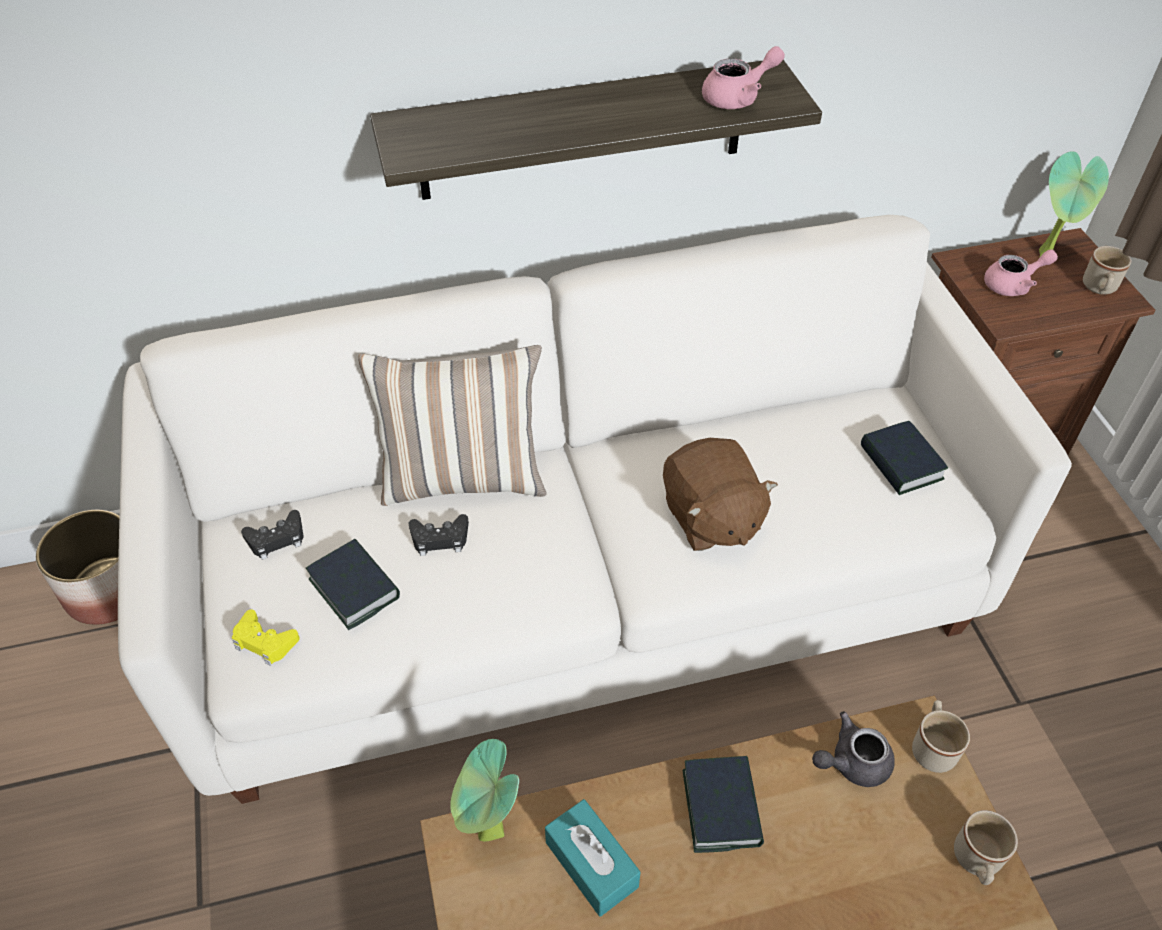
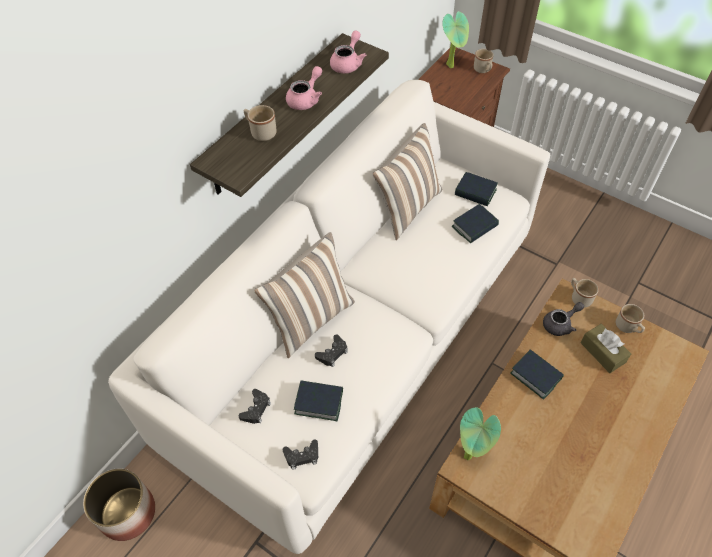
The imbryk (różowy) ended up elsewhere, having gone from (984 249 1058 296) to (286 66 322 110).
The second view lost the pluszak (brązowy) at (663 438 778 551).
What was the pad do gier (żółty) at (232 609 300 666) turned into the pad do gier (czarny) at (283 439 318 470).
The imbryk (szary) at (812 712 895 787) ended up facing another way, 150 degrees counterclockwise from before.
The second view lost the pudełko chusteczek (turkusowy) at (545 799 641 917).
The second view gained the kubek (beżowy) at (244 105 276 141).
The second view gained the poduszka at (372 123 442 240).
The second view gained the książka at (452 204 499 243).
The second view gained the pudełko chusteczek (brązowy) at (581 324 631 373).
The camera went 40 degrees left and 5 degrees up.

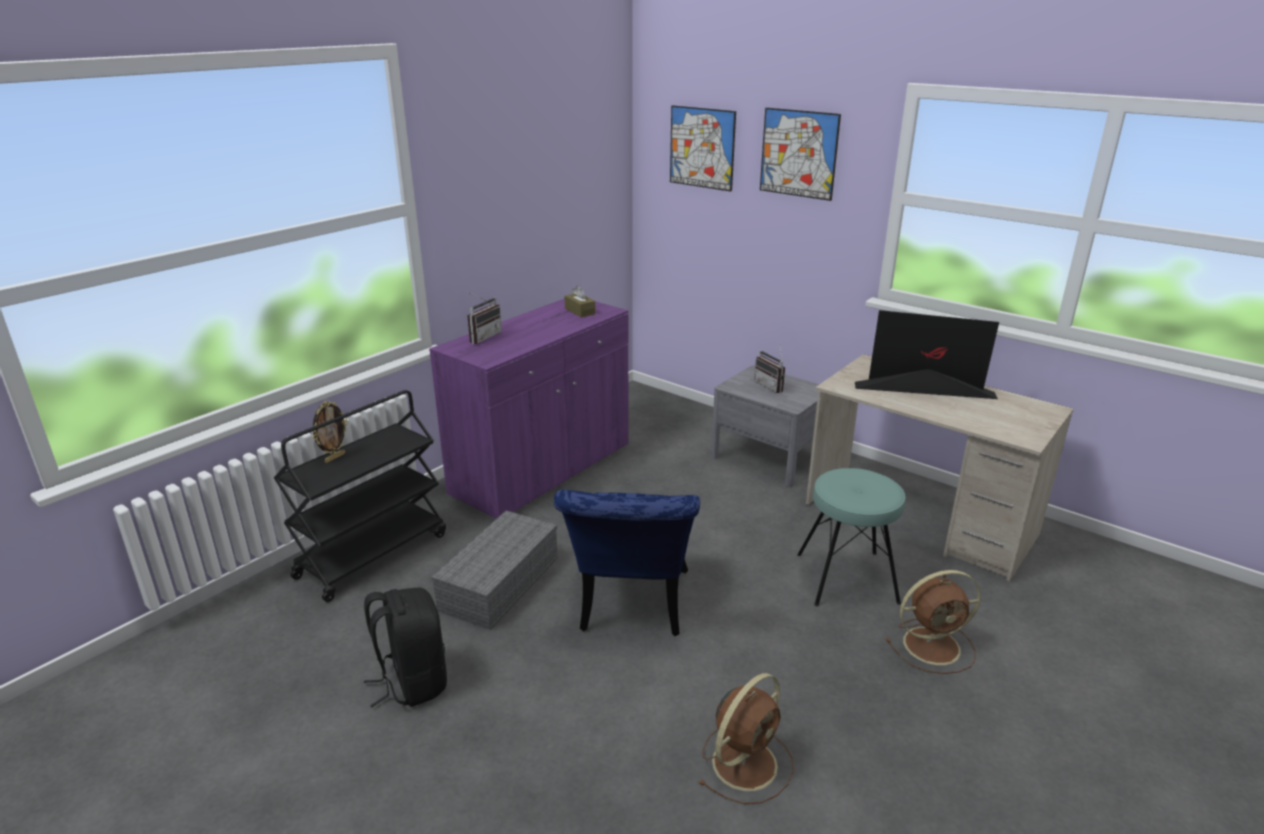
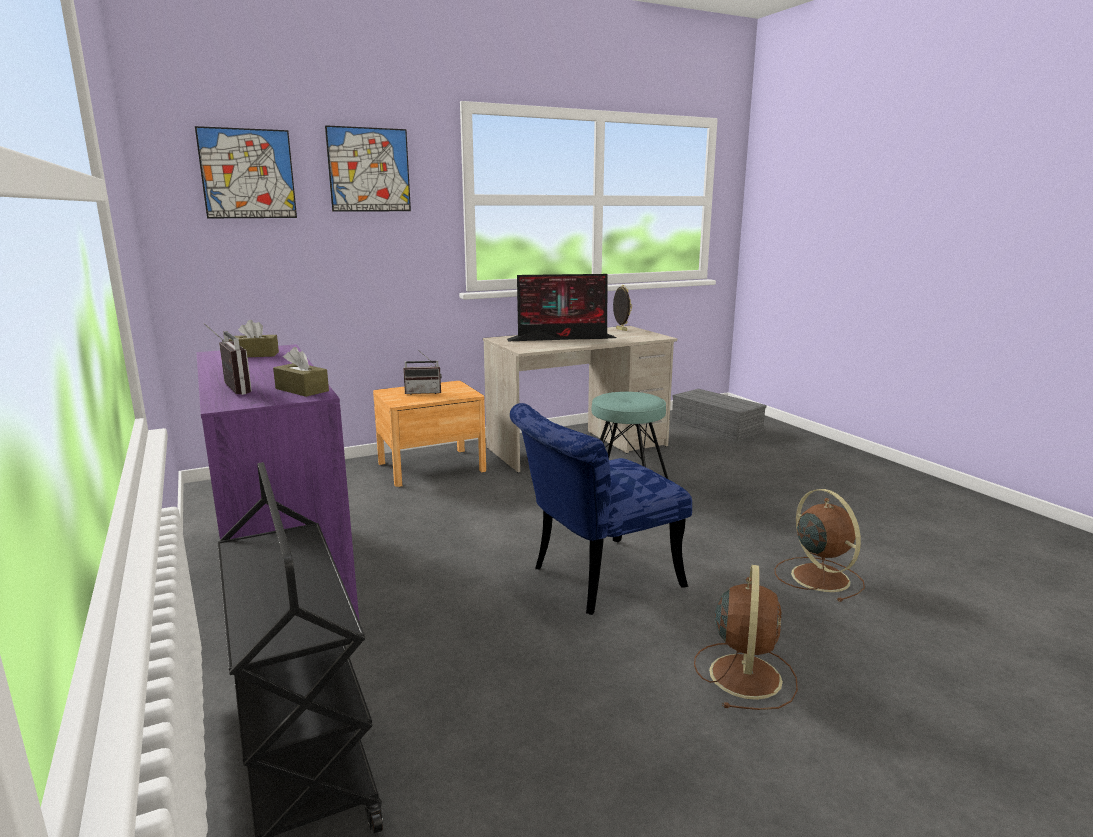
The monitor at (855 310 999 399) ended up facing another way, 135 degrees counterclockwise from before.
What was the szafka nocna (szary) at (711 366 819 487) turned into the szafka nocna (brązowy) at (373 381 486 487).
The ramka na zdjęcie ended up elsewhere, having gone from (313 401 348 463) to (613 285 632 331).
The krzesło (niebieski) at (554 489 700 636) ended up facing another way, 120 degrees clockwise from before.
The pojemnik do przechowywania (szary) ended up elsewhere, having gone from (432 511 558 630) to (672 389 767 441).
The wentylator (brązowy) ended up elsewhere, having gone from (886 570 981 674) to (694 565 798 710).
The second view lost the plecak (czarny) at (364 588 447 707).
The second view gained the pudełko chusteczek (brązowy) at (273 347 329 397).
The camera went 65 degrees left and 10 degrees down.

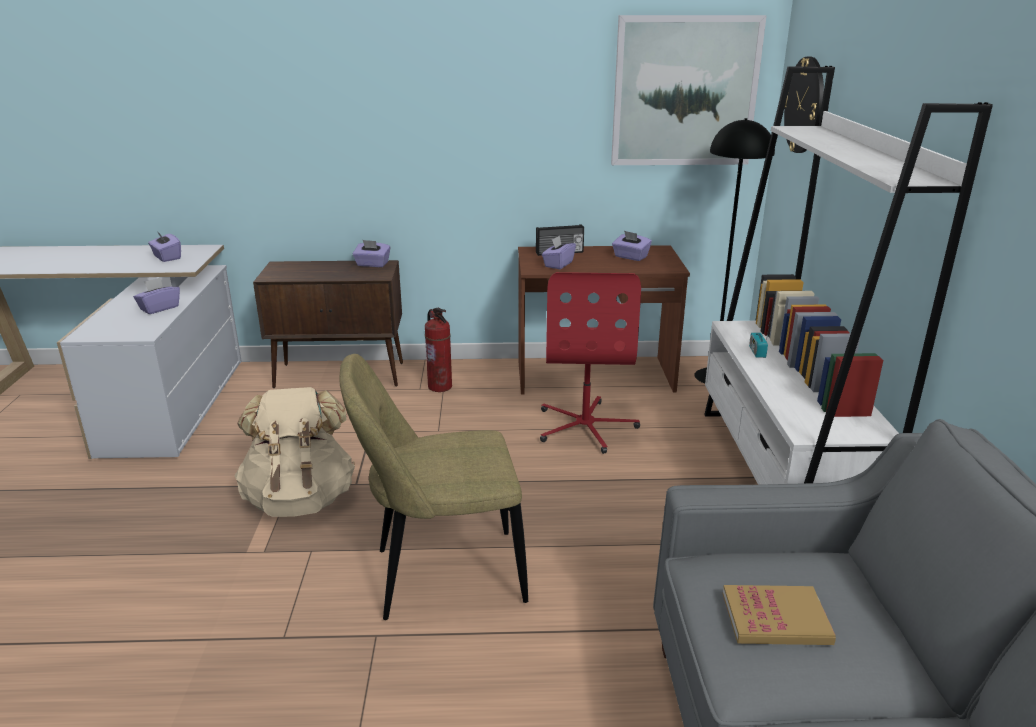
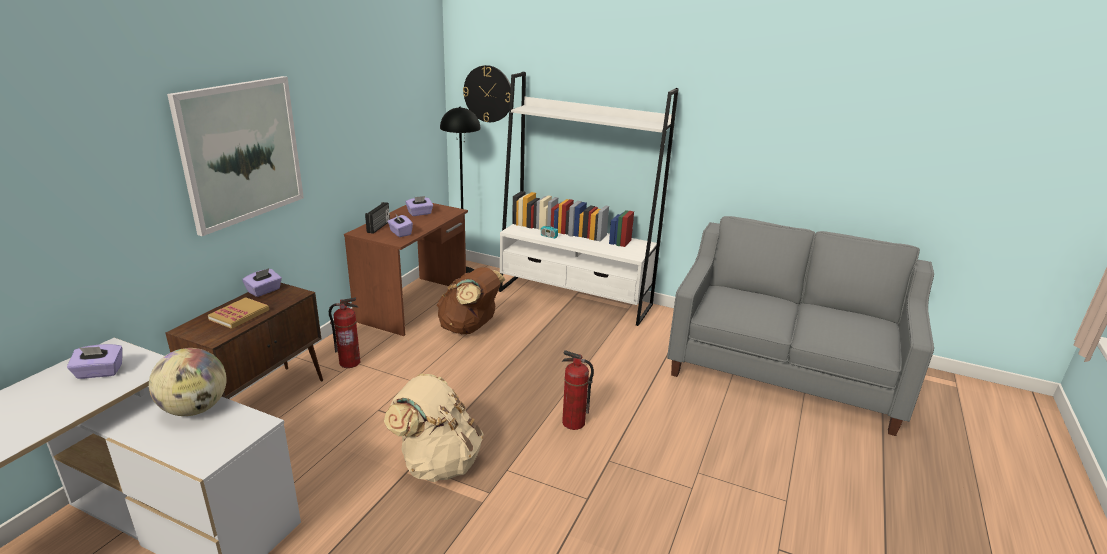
The obraz ended up elsewhere, having gone from (611 15 767 165) to (167 76 304 236).
Where the krzesło biurowe (czerwony) stood at (540 272 641 454), the plecak (brązowy) came to stand at (437 267 505 334).
Where the pudełko chusteczek (fioletowy) stood at (133 277 180 314), the globus came to stand at (149 348 226 416).
Where the krzesło (beżowy) stood at (340 354 528 620), the gaśnica came to stand at (562 350 594 430).
The książka ended up elsewhere, having gone from (723 585 836 645) to (208 297 269 329).
The camera went 65 degrees left and 0 degrees up.

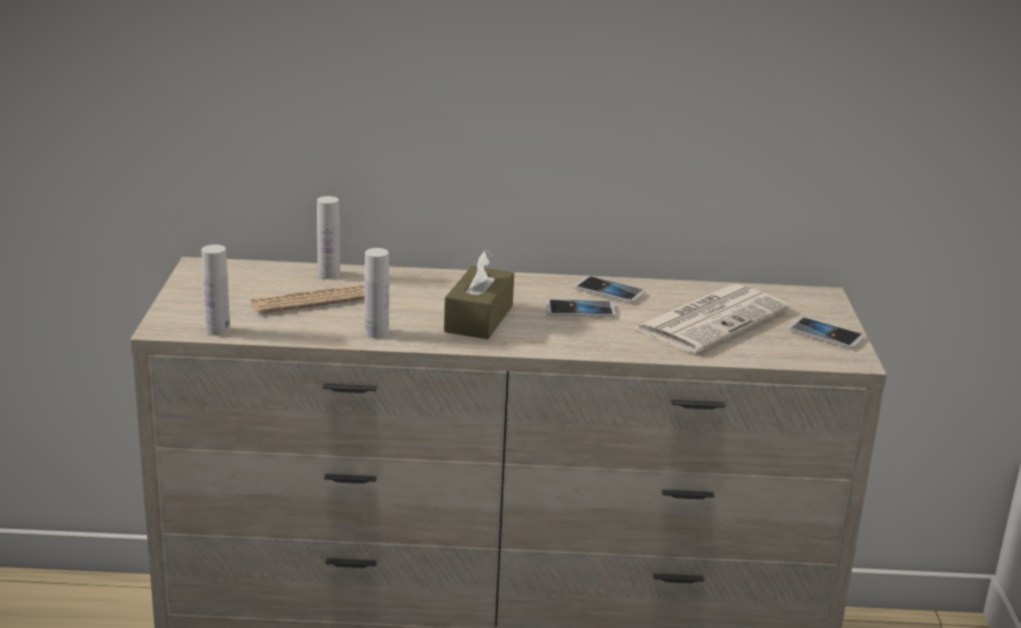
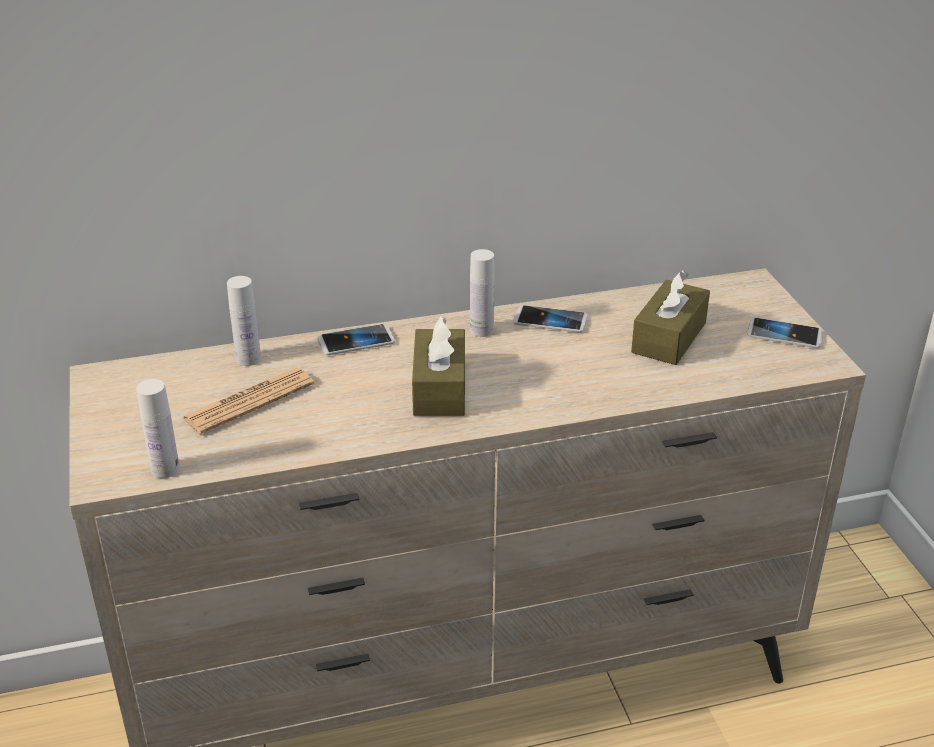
The butelka (biały) ended up elsewhere, having gone from (364 248 389 338) to (470 249 495 337).
Where the gazeta stood at (633 284 790 353), the pudełko chusteczek (brązowy) came to stand at (631 270 710 365).
The telefon ended up elsewhere, having gone from (546 299 616 317) to (318 324 395 355).
The camera went 15 degrees left and 10 degrees up.

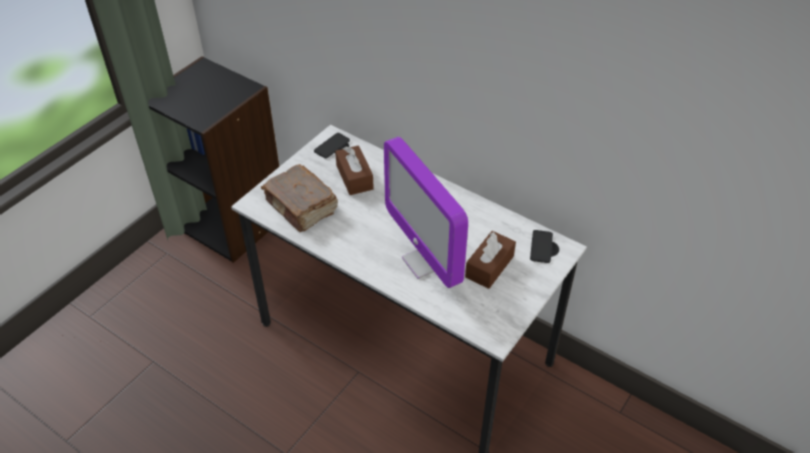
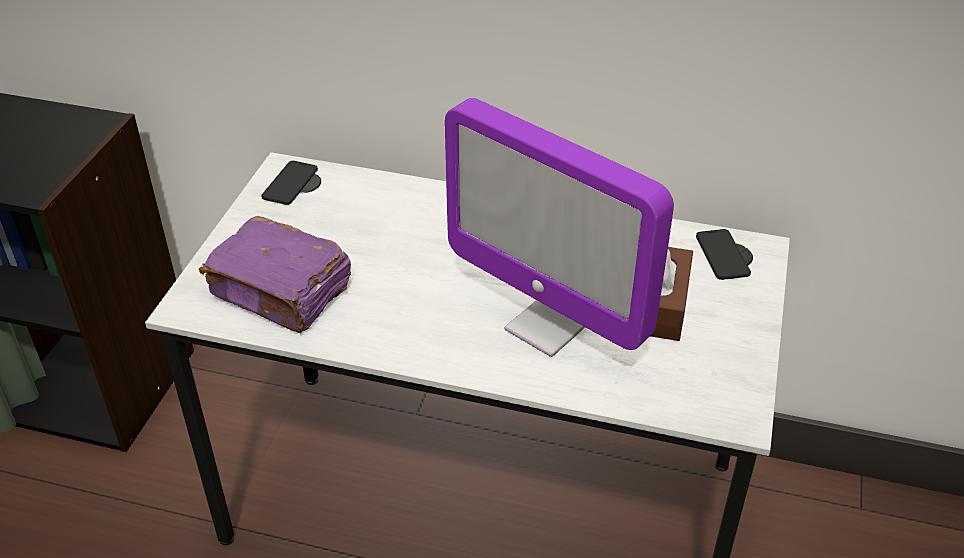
The second view lost the pudełko chusteczek (brązowy) at (335 145 374 195).
What was the książka (brązowy) at (261 164 338 232) turned into the książka (fioletowy) at (199 216 351 333).
The camera went 20 degrees left and 5 degrees down.

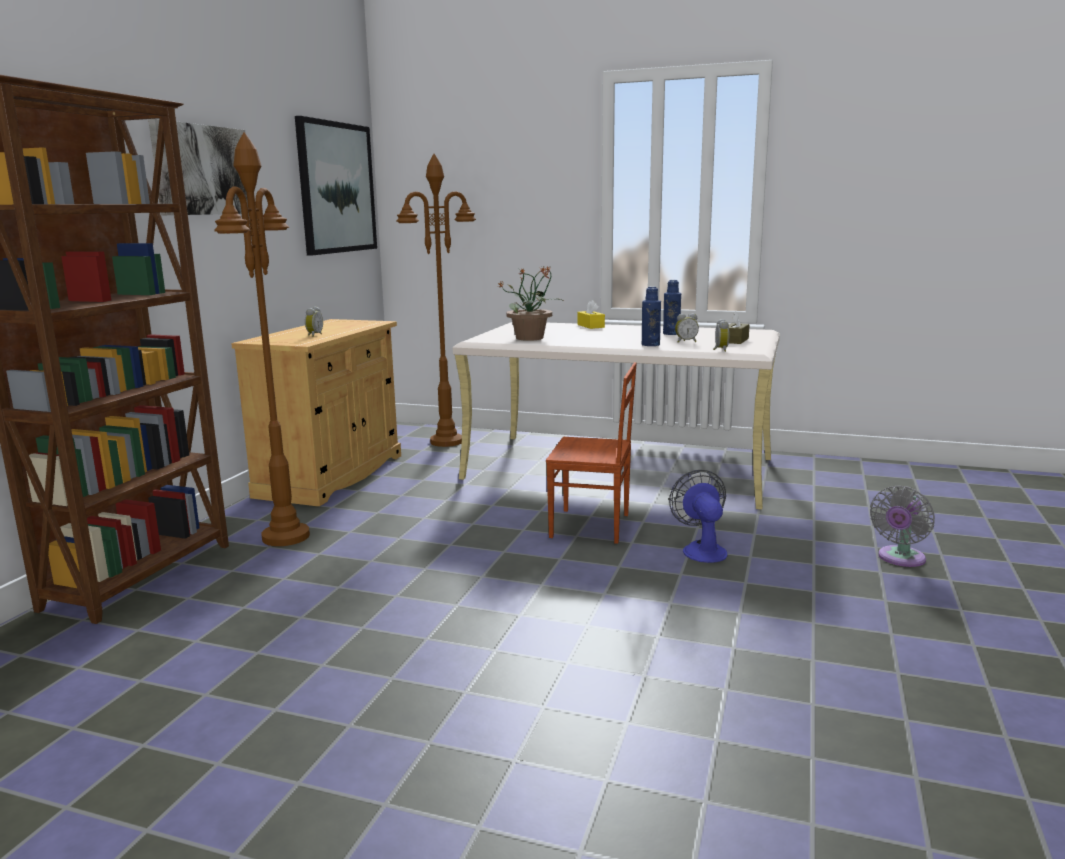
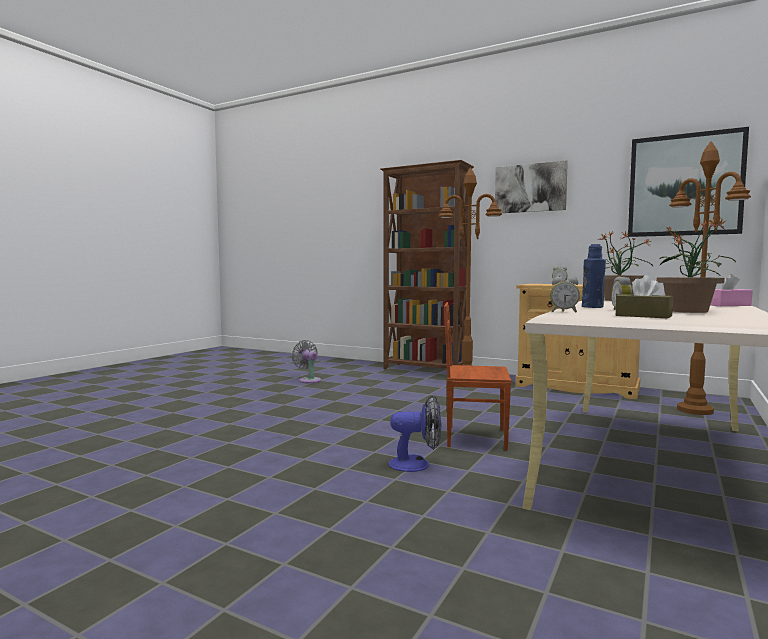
Where the butelka (niebieski) stood at (663 280 681 335), the roślina doniczkowa came to stand at (657 219 736 313).
What was the pudełko chusteczek (żółty) at (577 300 605 329) turned into the pudełko chusteczek (różowy) at (710 274 753 306).
The krzesło (brązowy) at (546 362 637 544) ended up facing another way, 75 degrees clockwise from before.
The wentylator (szary) ended up elsewhere, having gone from (870 486 935 567) to (292 340 321 383).
The camera went 100 degrees right and 10 degrees down.

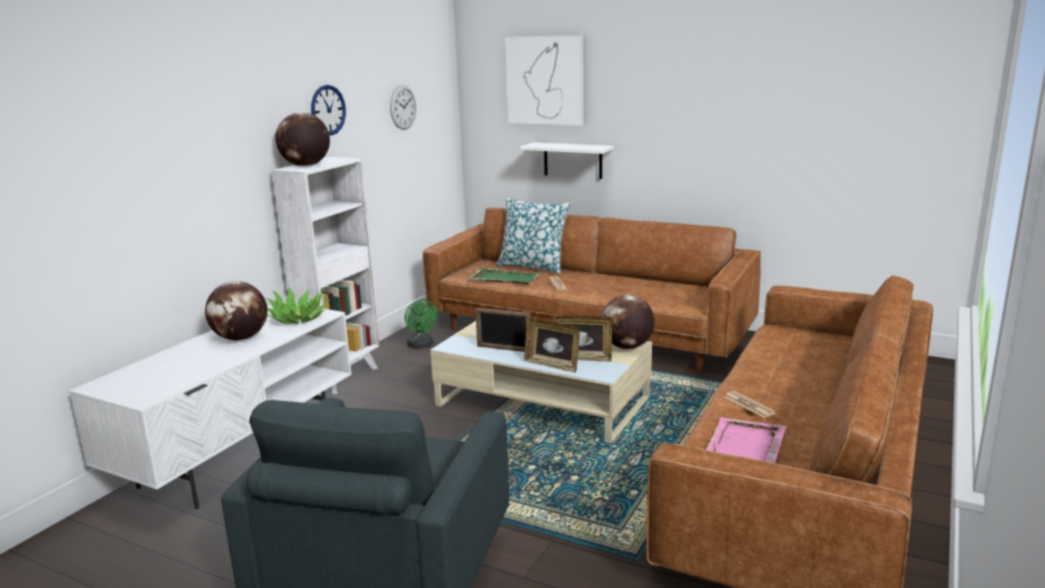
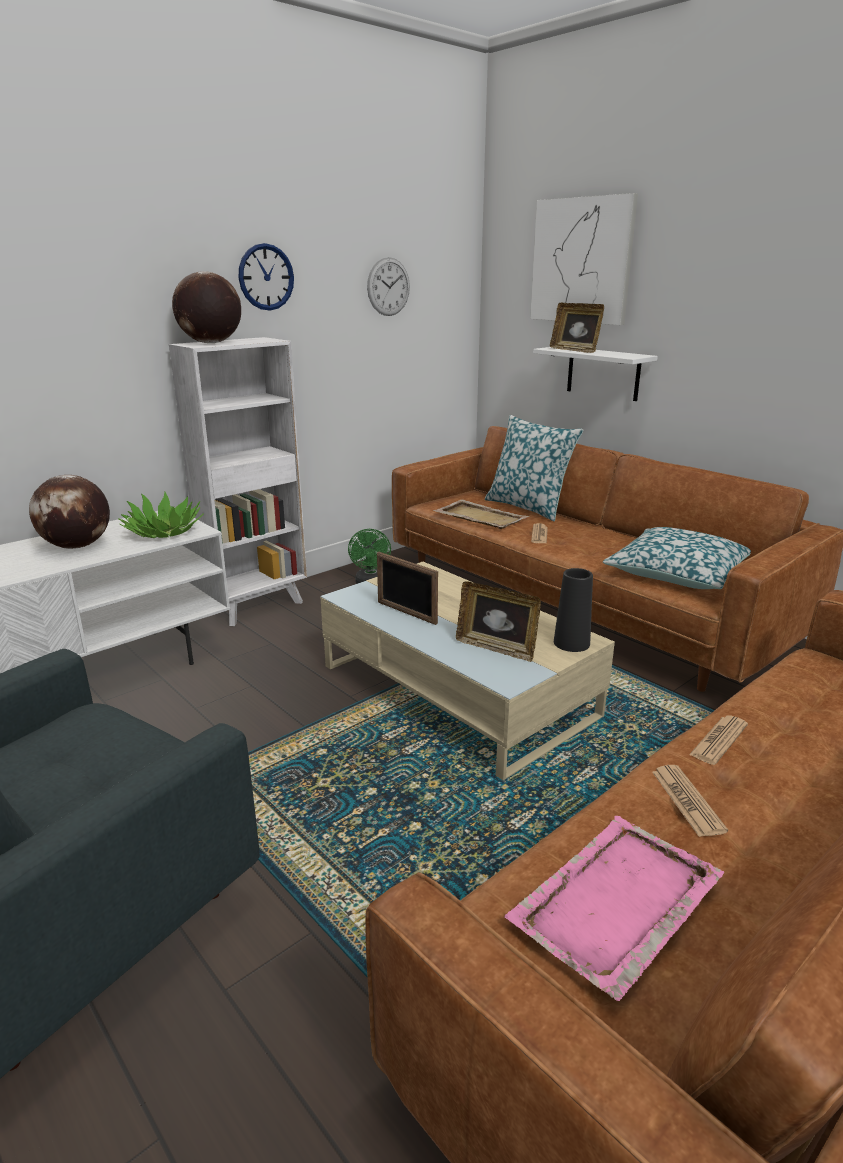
What was the taca (zielony) at (468 268 541 284) turned into the taca (beżowy) at (433 500 529 529).
Where the globus stood at (601 295 655 349), the wazon (czarny) came to stand at (554 568 593 652).
The ramka na zdjęcie ended up elsewhere, having gone from (524 319 580 373) to (550 302 604 353).
The second view gained the poduszka at (603 527 751 589).
The second view gained the gazeta at (689 716 748 765).
The camera went 20 degrees right and 5 degrees up.

